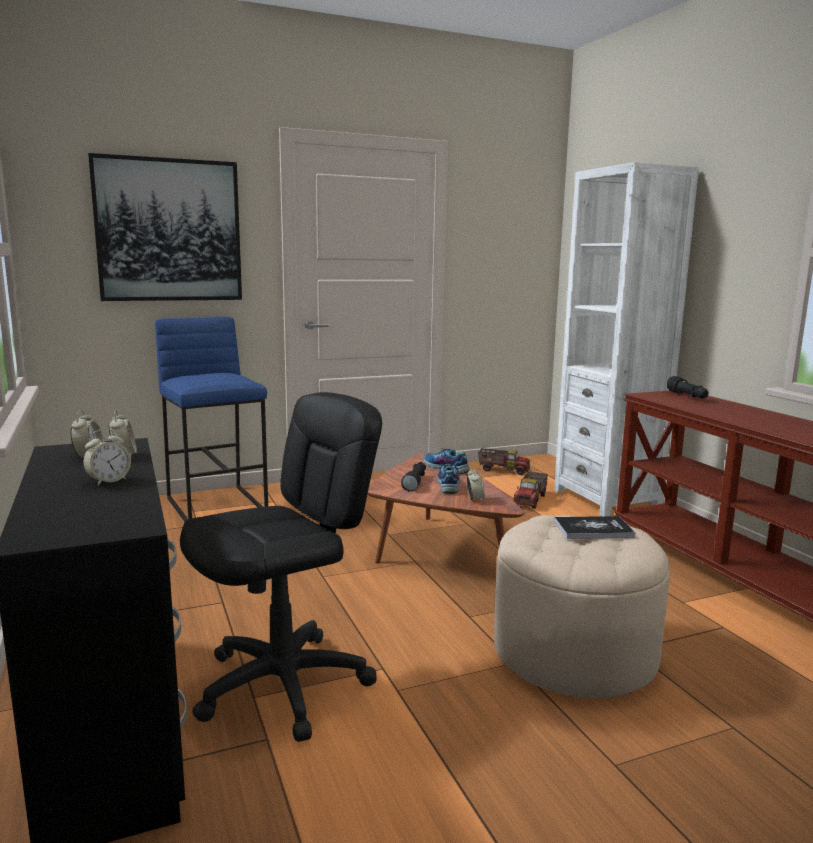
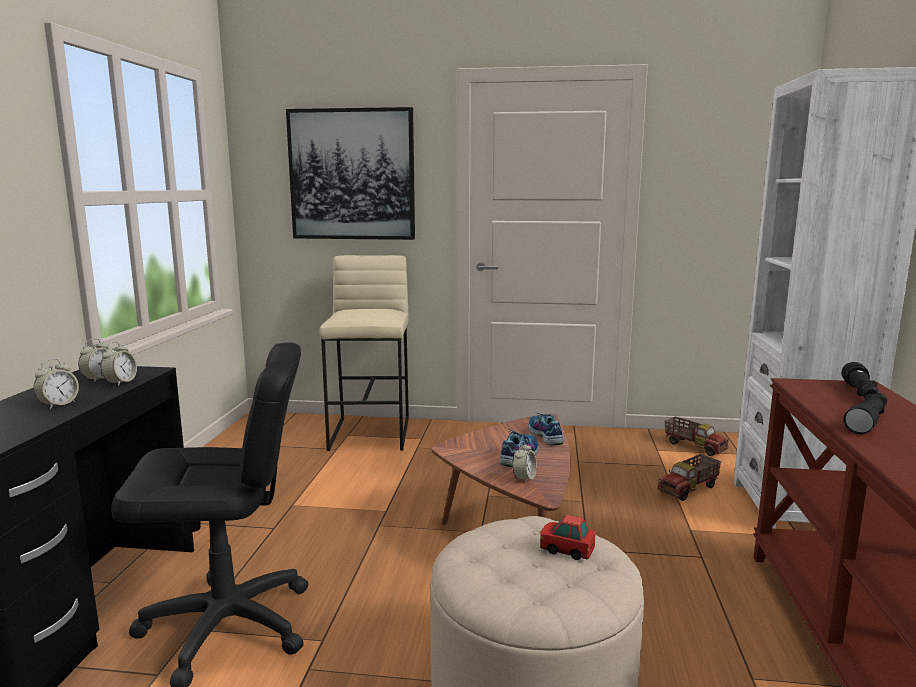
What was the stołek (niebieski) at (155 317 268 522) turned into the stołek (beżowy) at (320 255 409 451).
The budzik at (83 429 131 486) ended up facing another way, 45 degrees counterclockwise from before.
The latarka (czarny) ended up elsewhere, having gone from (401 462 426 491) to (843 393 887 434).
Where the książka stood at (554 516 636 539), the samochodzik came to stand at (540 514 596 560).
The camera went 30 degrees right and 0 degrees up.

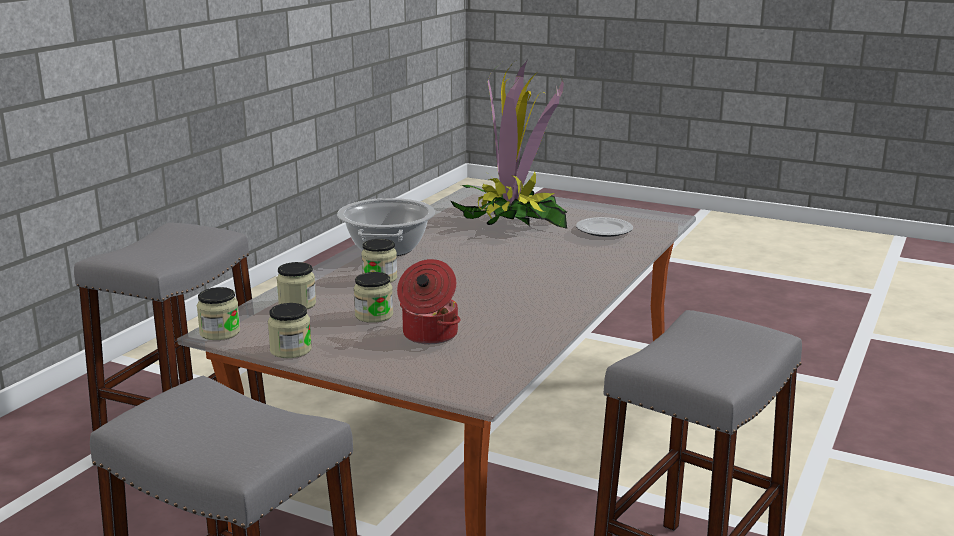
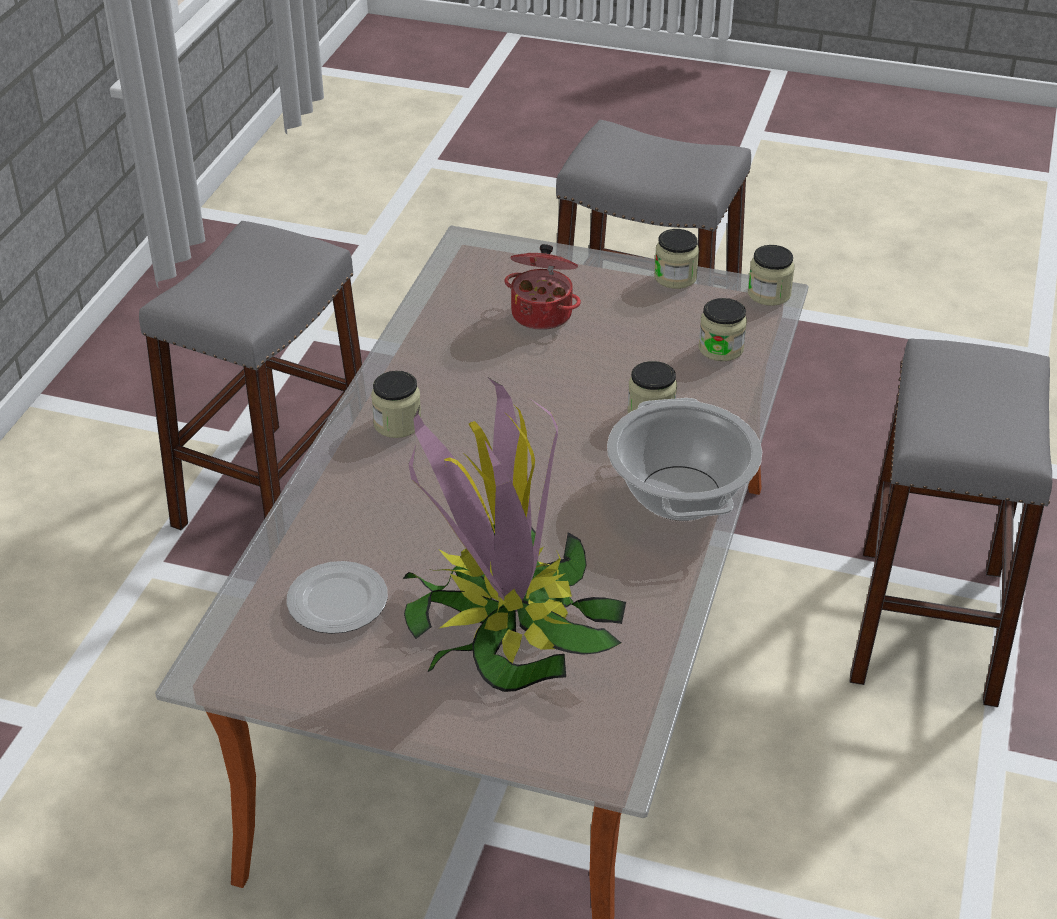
The słoik ended up elsewhere, having gone from (354 272 393 323) to (371 371 421 438).
The camera went 170 degrees right and 20 degrees up.

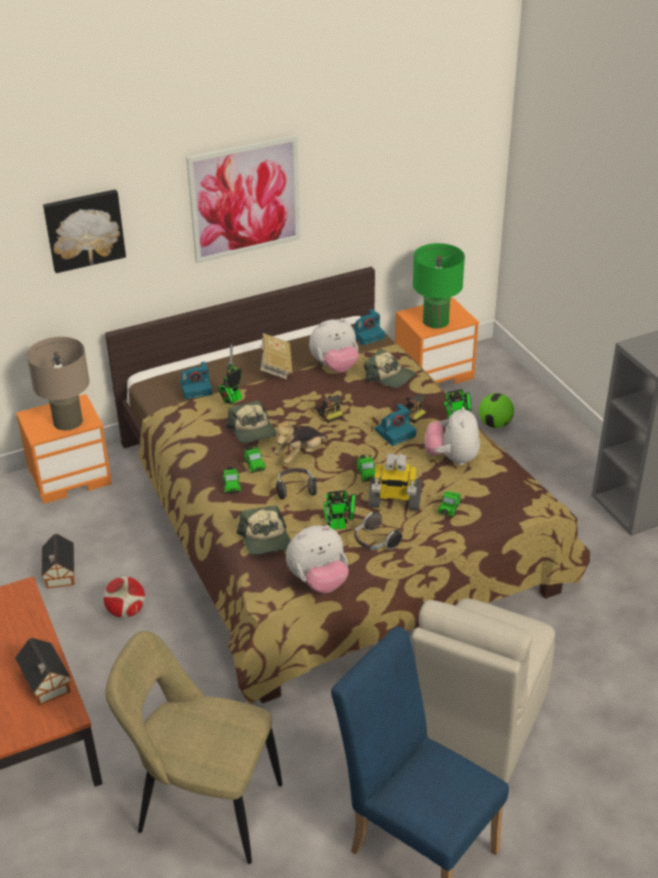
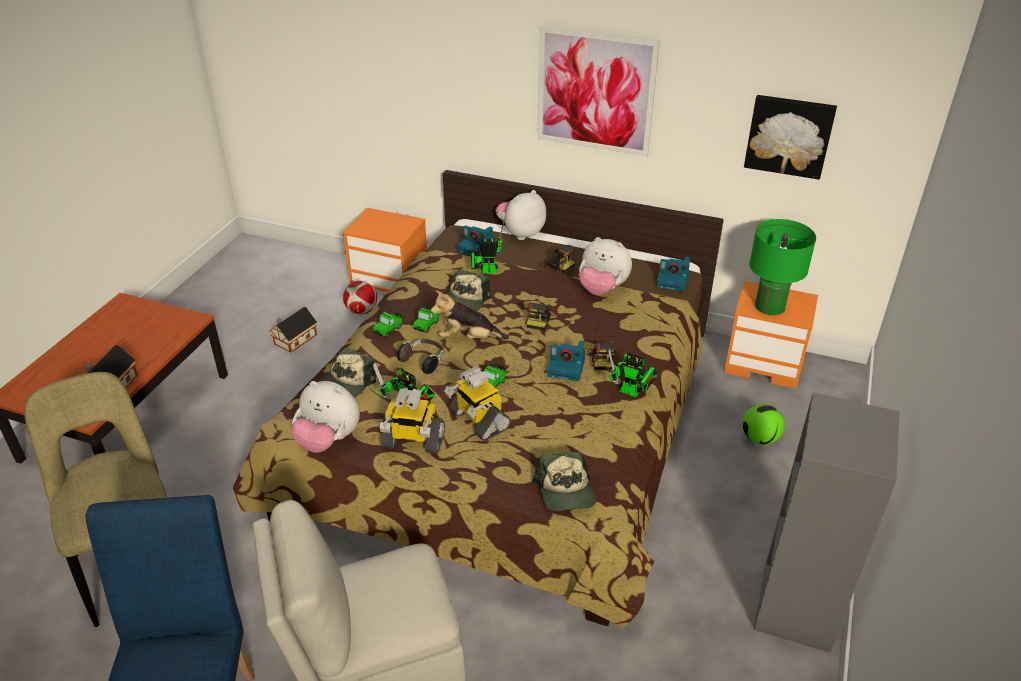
The obraz ended up elsewhere, having gone from (43 189 126 273) to (744 95 837 180).
Where the książka stood at (260 333 293 379), the aparat fotograficzny came to stand at (540 245 575 273).
The second view lost the lampa stołowa (beżowy) at (27 337 90 430).
The czapka z daszkiem ended up elsewhere, having gone from (364 349 416 388) to (532 452 596 511).
The pluszak ended up elsewhere, having gone from (425 406 480 465) to (495 190 546 240).
The second view lost the samochodzik at (438 491 462 517).
Where the słuchawki stood at (354 512 402 550), the robot zabawkowy came to stand at (380 388 445 453).
The piłka futbolowa ended up elsewhere, having gone from (103 576 145 618) to (343 281 377 315).
The camera went 45 degrees right and 0 degrees up.

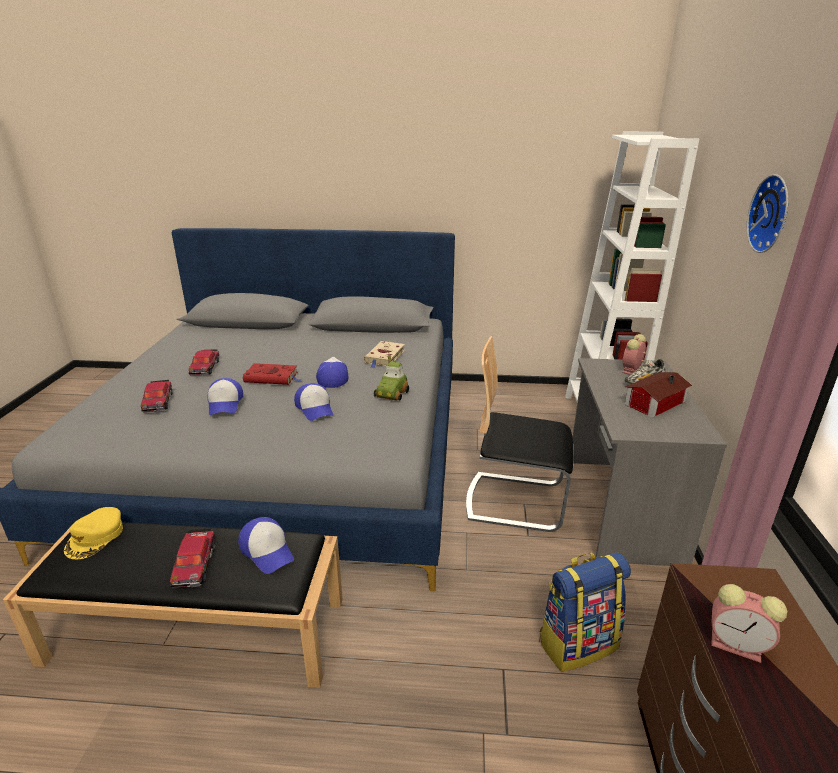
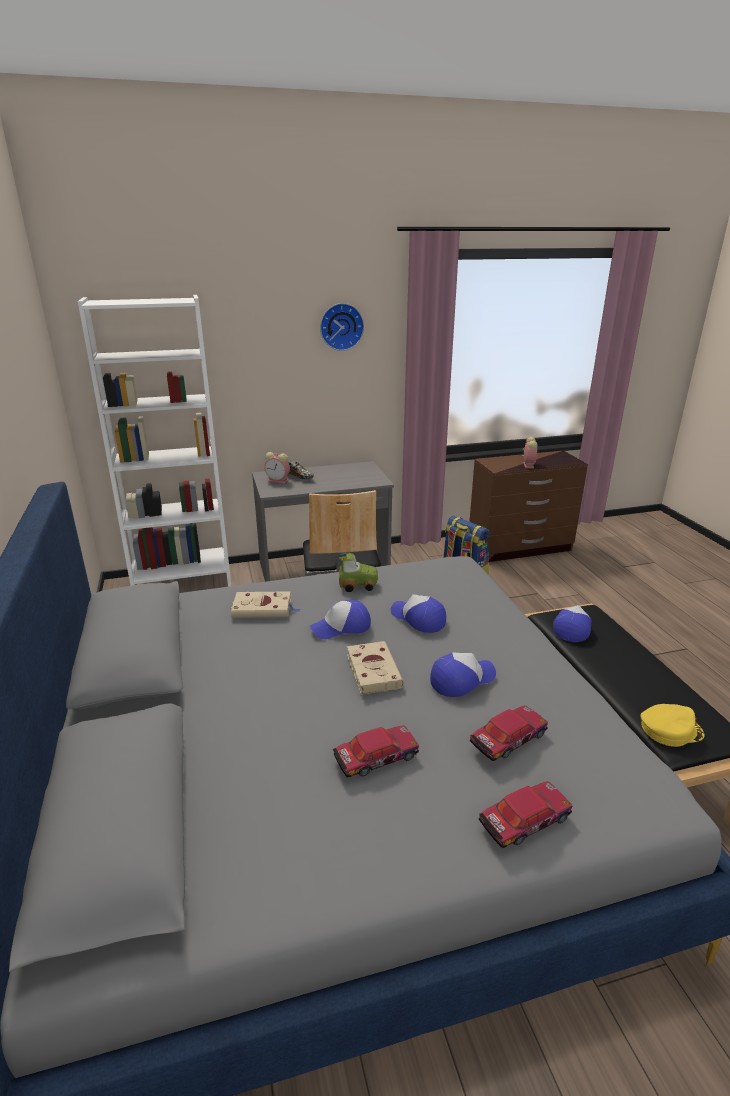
What was the książka (czerwony) at (243 363 300 385) turned into the książka (beżowy) at (347 641 404 695).
The second view lost the domek at (625 372 692 418).
The czapka z daszkiem at (294 383 333 421) ended up facing another way, 90 degrees counterclockwise from before.
The samochodzik ended up elsewhere, having gone from (170 529 215 588) to (479 781 573 848).
The camera went 110 degrees left and 0 degrees up.

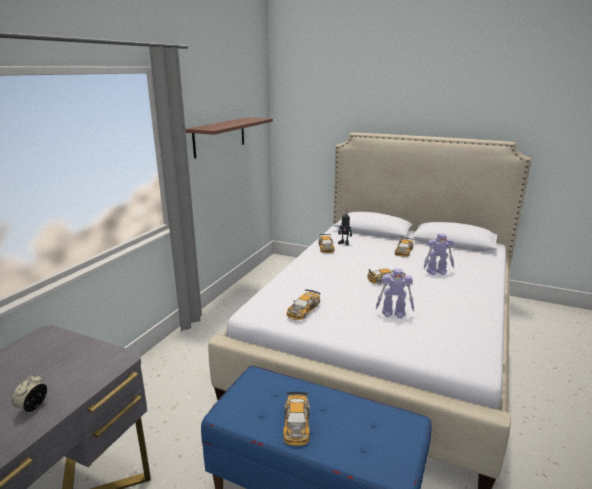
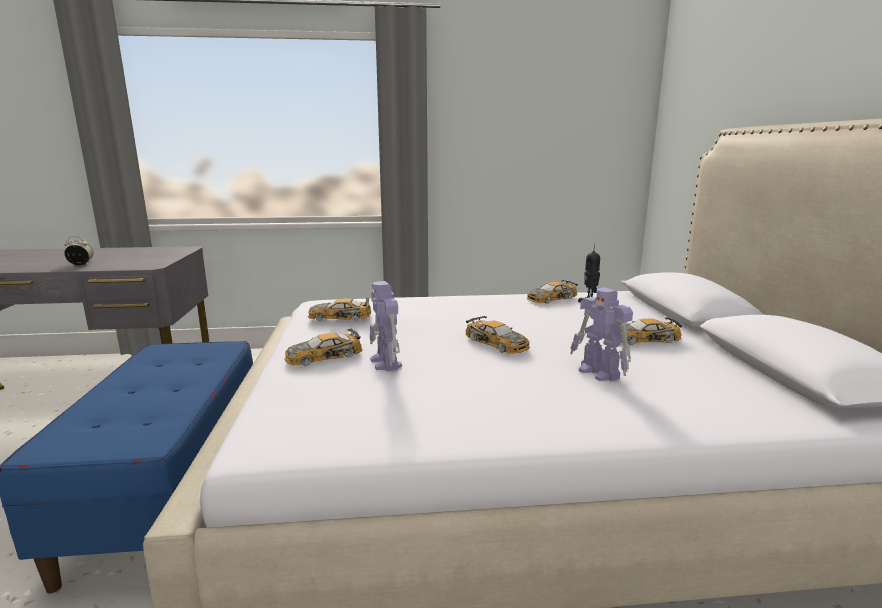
The second view lost the półka at (185 117 273 159).
The samochodzik ended up elsewhere, having gone from (283 392 310 446) to (284 329 362 366).
The camera went 60 degrees right and 5 degrees down.

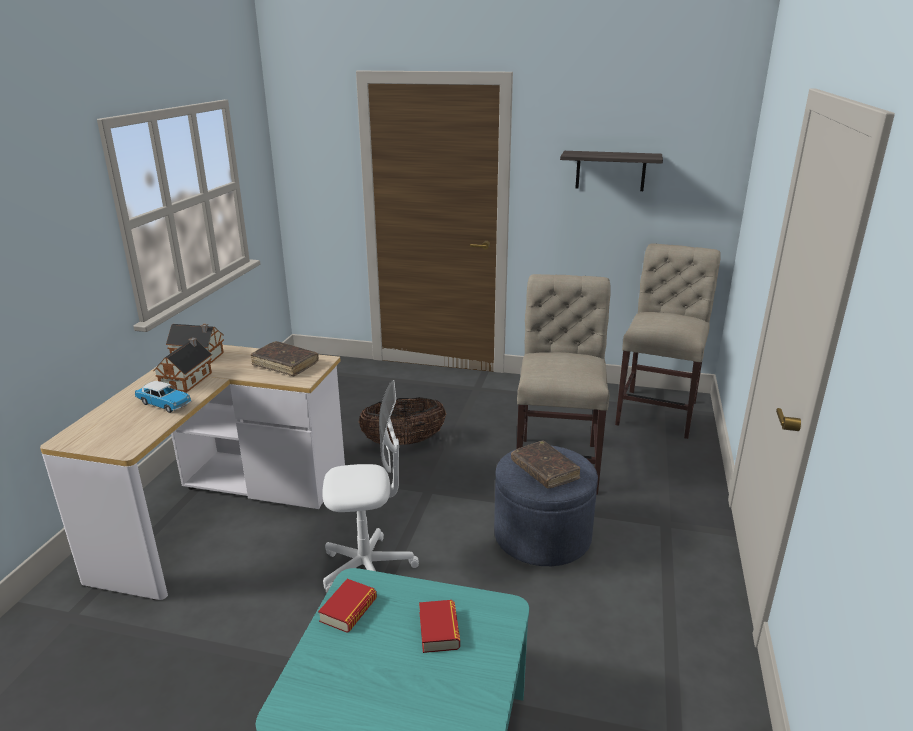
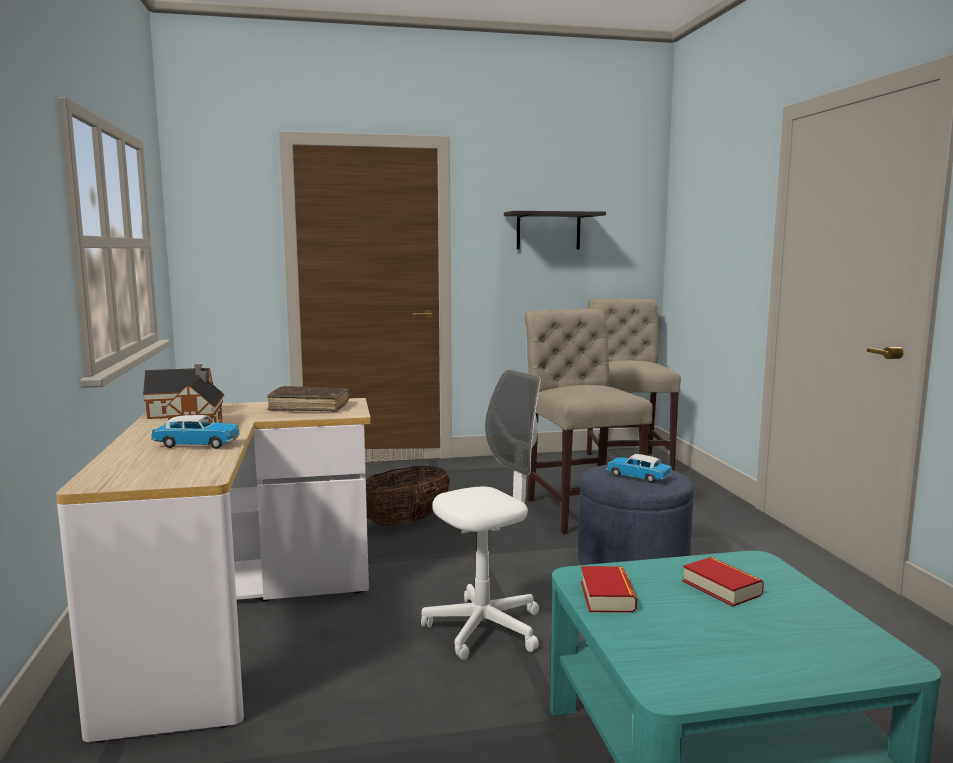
Where the książka (brązowy) stood at (511 441 580 489), the samochodzik came to stand at (607 454 672 483).
The camera went 25 degrees left and 15 degrees down.

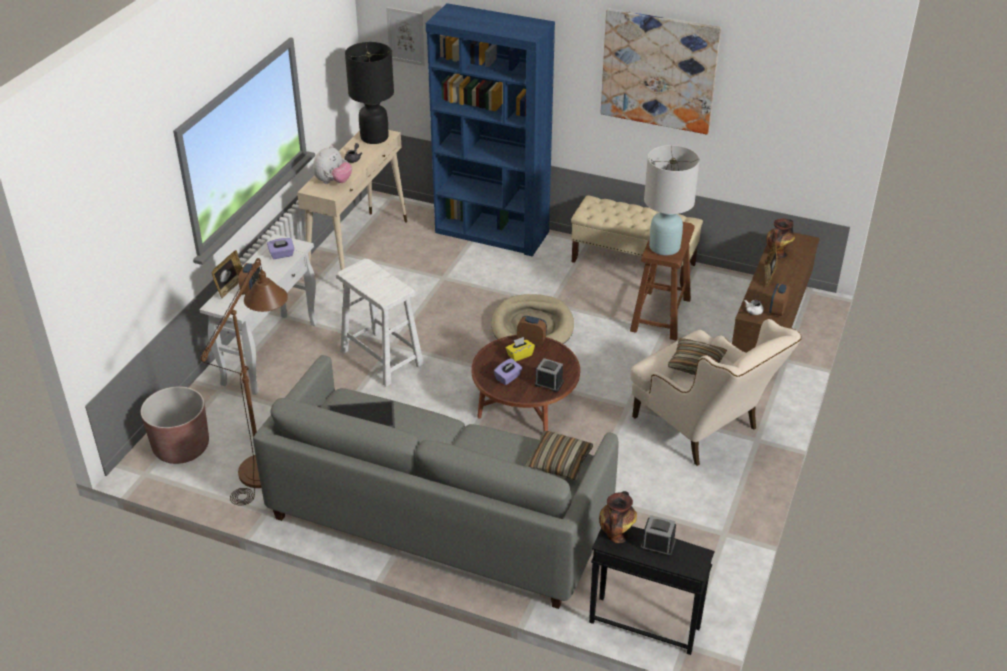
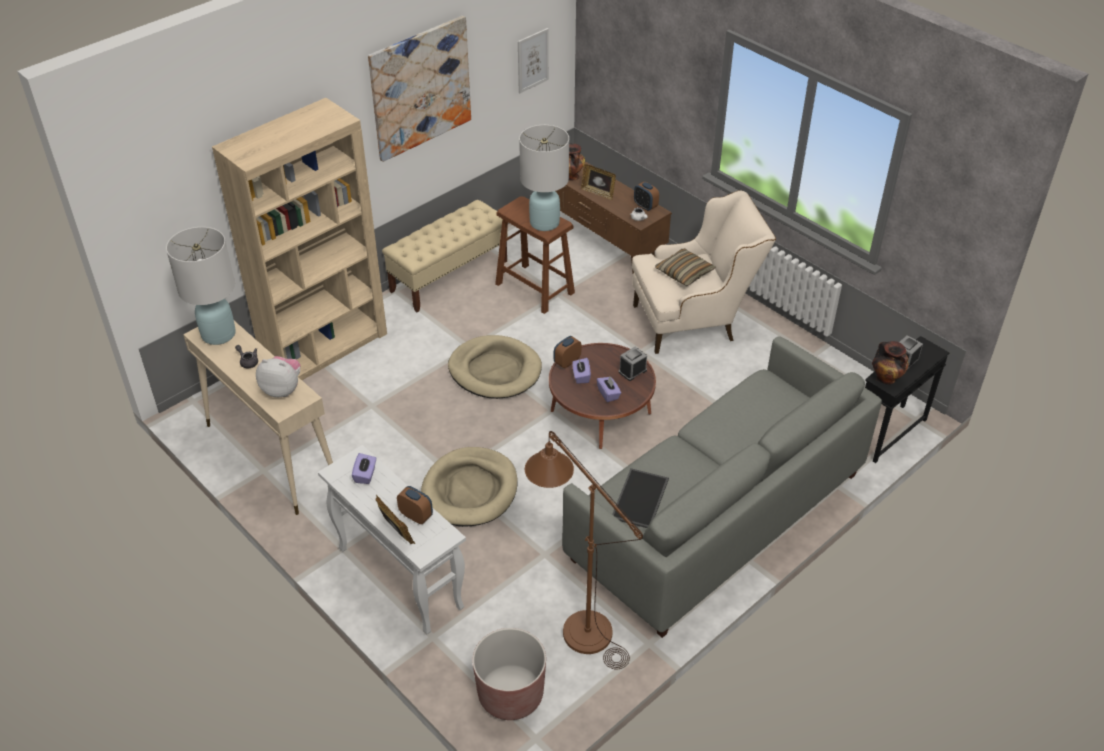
What was the regał (niebieski) at (426 3 555 257) turned into the regał (beżowy) at (212 98 387 380).
The obraz ended up elsewhere, having gone from (386 7 425 66) to (518 28 549 93).
What was the lampa stołowa (czarny) at (345 42 394 144) turned into the lampa stołowa (biały) at (166 227 236 345).
The pluszak at (313 145 352 184) ended up facing another way, 45 degrees counterclockwise from before.
Where the stołek (biały) stood at (336 259 424 387), the legowisko (beżowy) came to stand at (421 447 518 527).
What was the pudełko chusteczek (żółty) at (506 337 535 361) turned into the pudełko chusteczek (fioletowy) at (572 358 591 384).
The second view lost the poduszka at (525 431 593 480).
The camera went 65 degrees left and 5 degrees up.

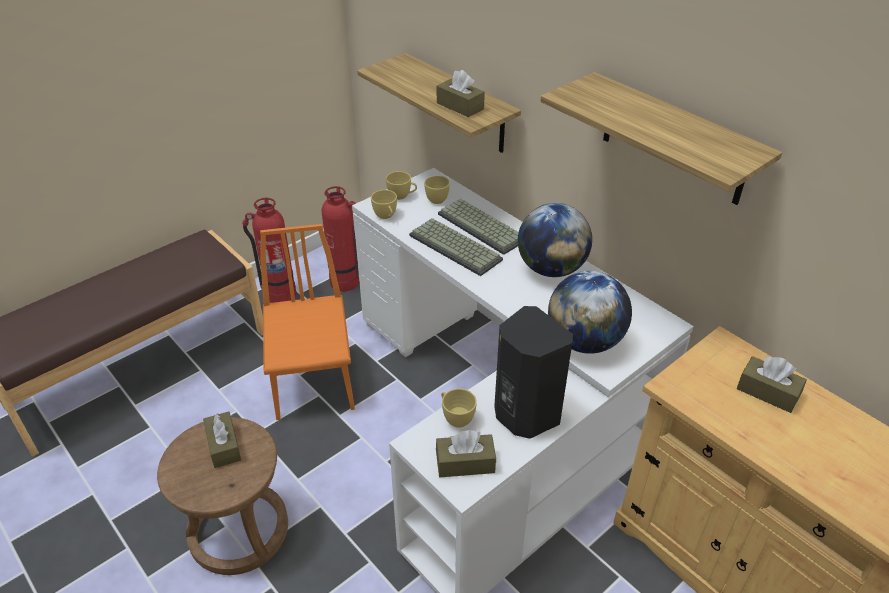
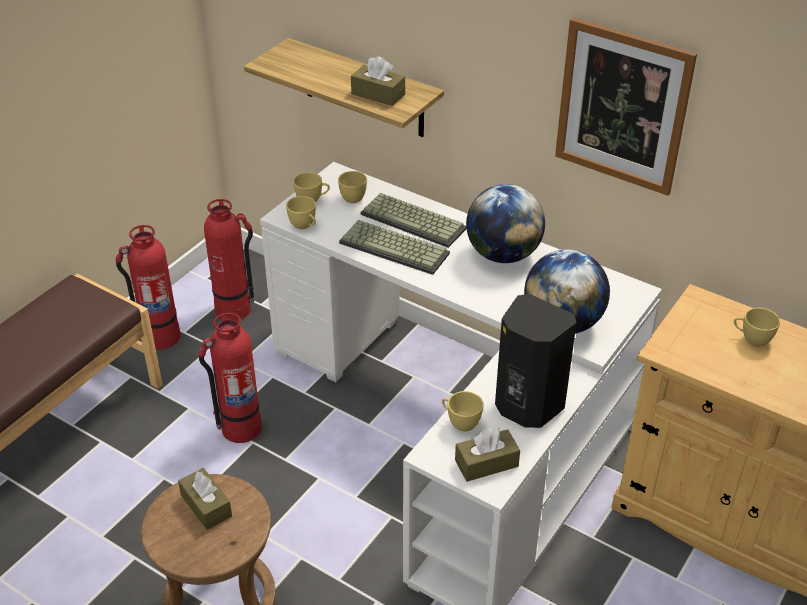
Where the półka hung at (541 72 782 205), the obraz came to hang at (555 18 697 196).
Where the krzesło (pomarańczowy) stood at (260 224 355 420), the gaśnica came to stand at (198 313 262 443).
Where the pudełko chusteczek (brązowy) stood at (736 356 807 413), the filiżanka (żółty) came to stand at (734 308 780 347).
The camera went 15 degrees left and 0 degrees up.

